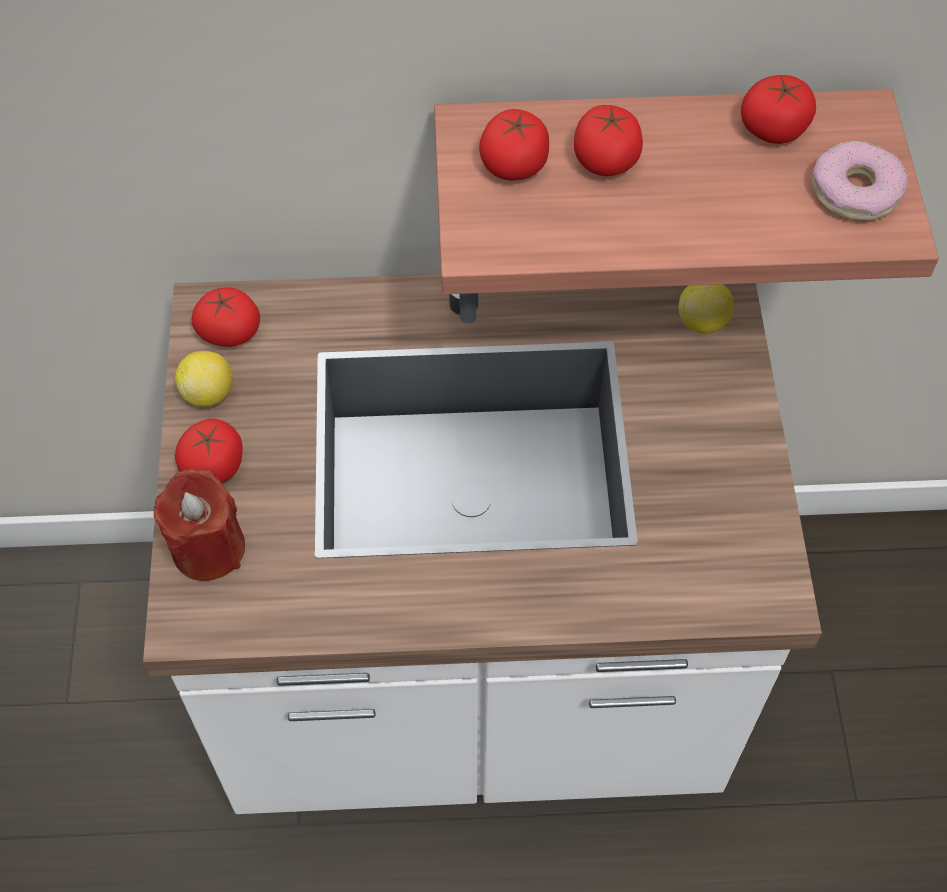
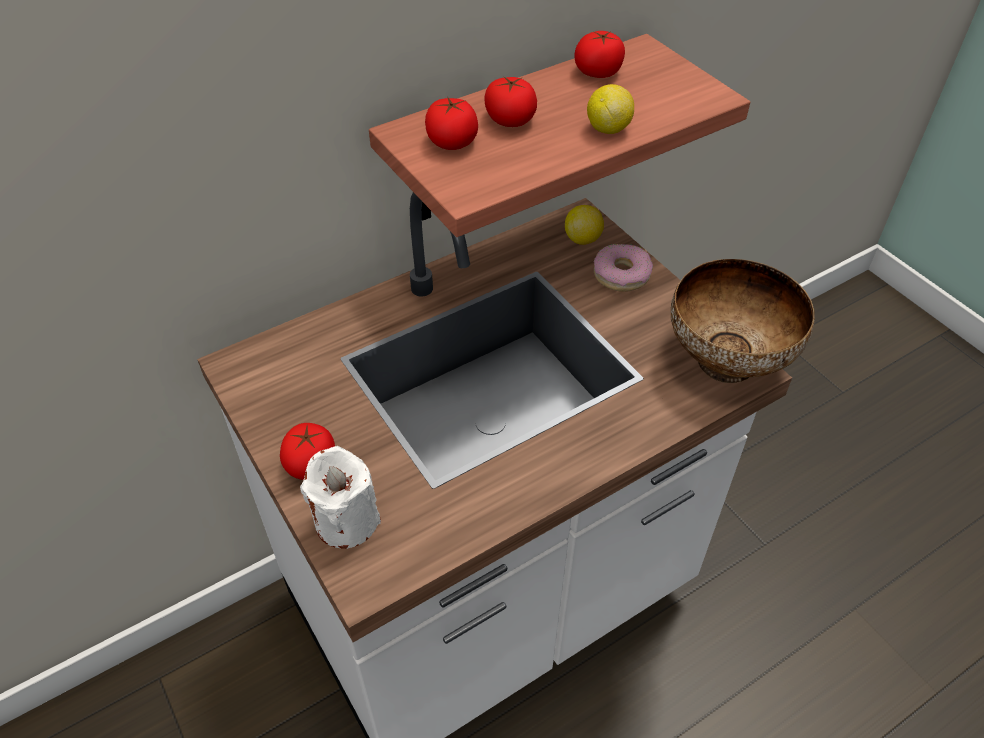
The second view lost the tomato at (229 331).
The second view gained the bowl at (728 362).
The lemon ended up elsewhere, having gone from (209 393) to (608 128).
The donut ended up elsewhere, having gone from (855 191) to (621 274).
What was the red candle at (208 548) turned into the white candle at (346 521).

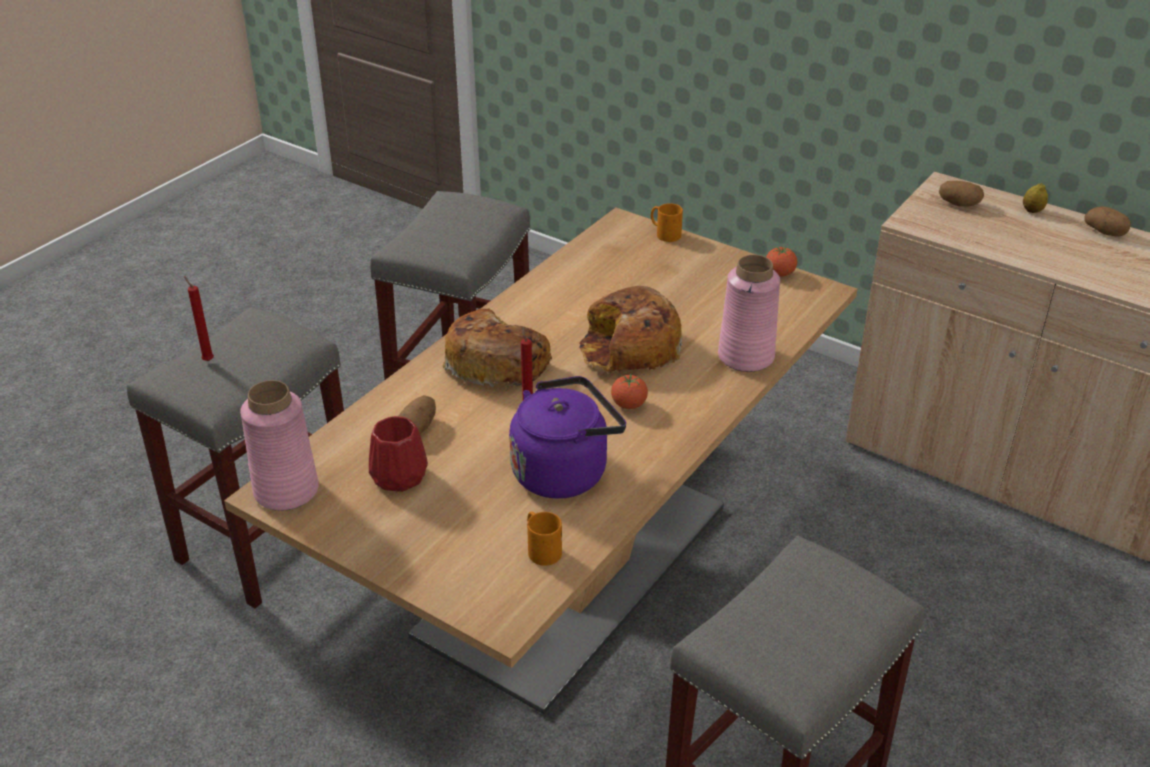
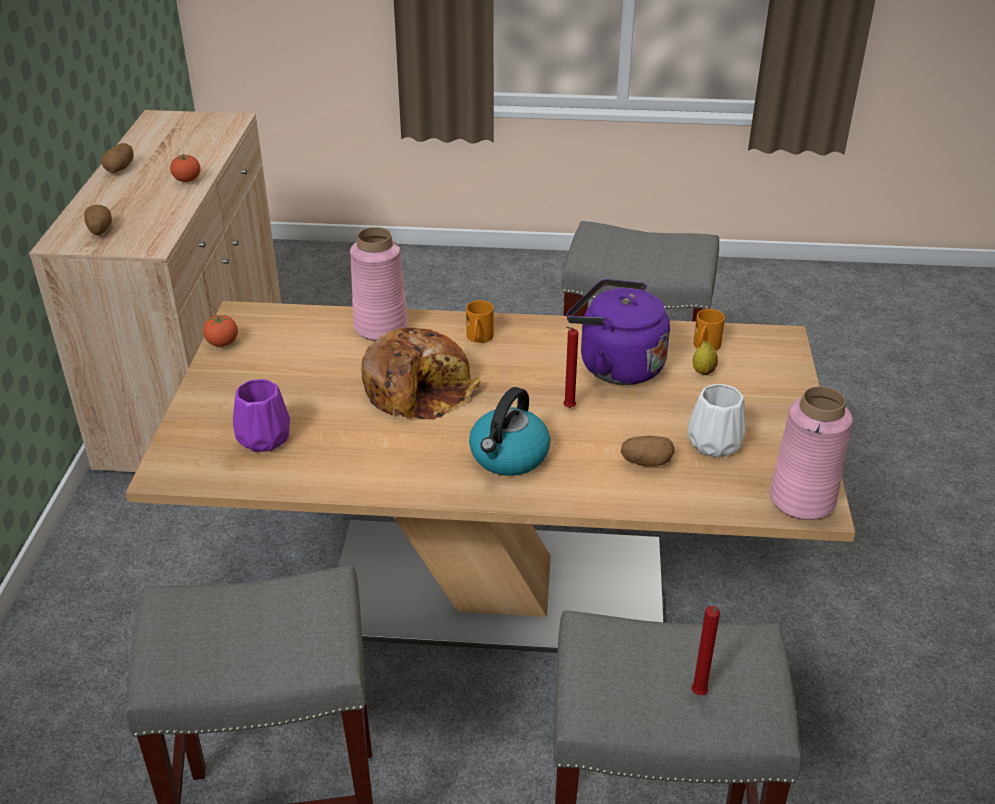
The second view gained the purple vase at (264 437).
The tomato ended up elsewhere, having gone from (629 405) to (187 180).
The orange mug ended up elsewhere, having gone from (664 234) to (479 339).
The lemon ended up elsewhere, having gone from (1032 211) to (703 372).
Where the bread stood at (497 362), the kettle came to stand at (509 456).
What was the red vase at (399 478) turned into the white vase at (716 443).

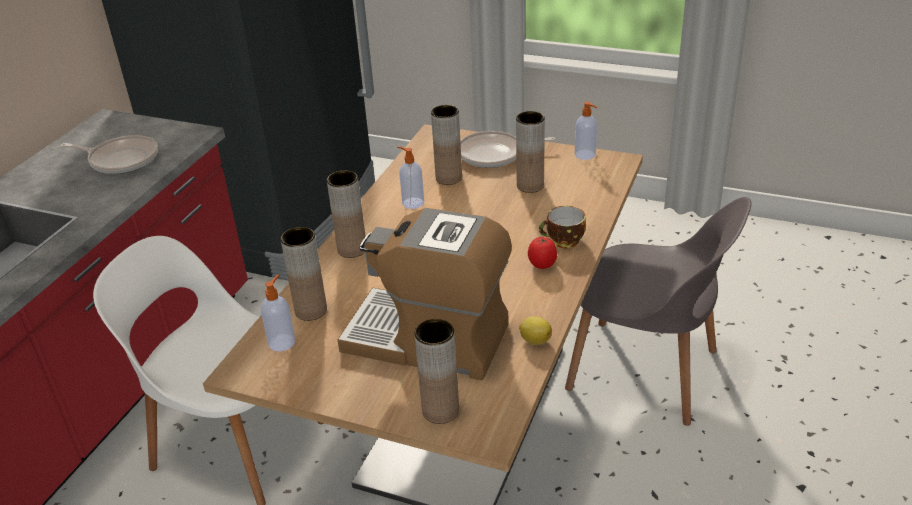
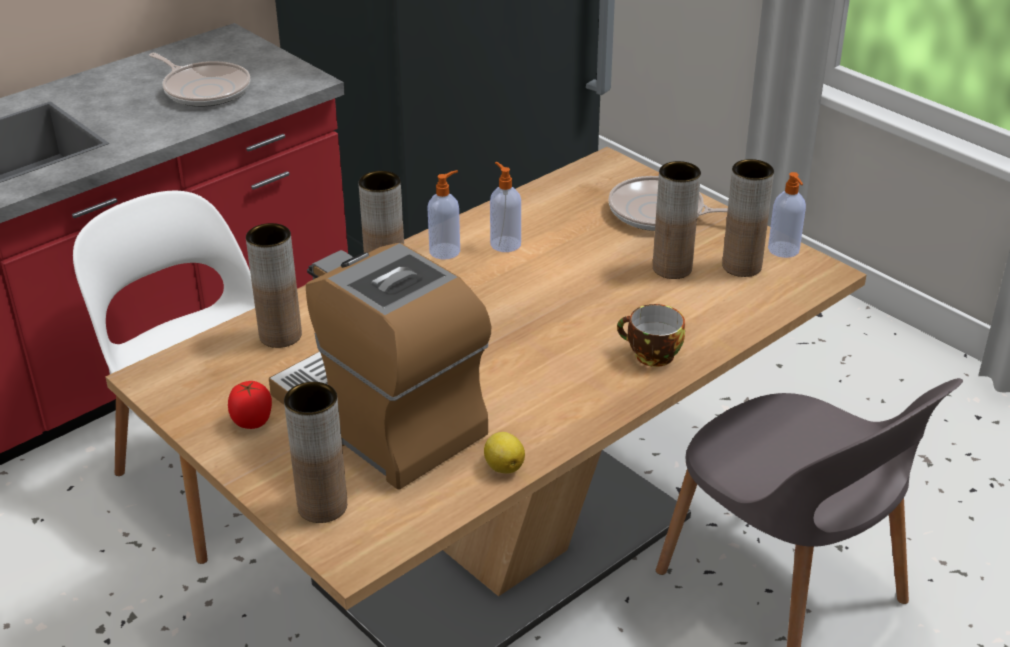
The soap dispenser ended up elsewhere, having gone from (282 342) to (445 251).
The brown vase ended up elsewhere, having gone from (448 178) to (741 266).
The tomato ended up elsewhere, having gone from (542 264) to (253 421).

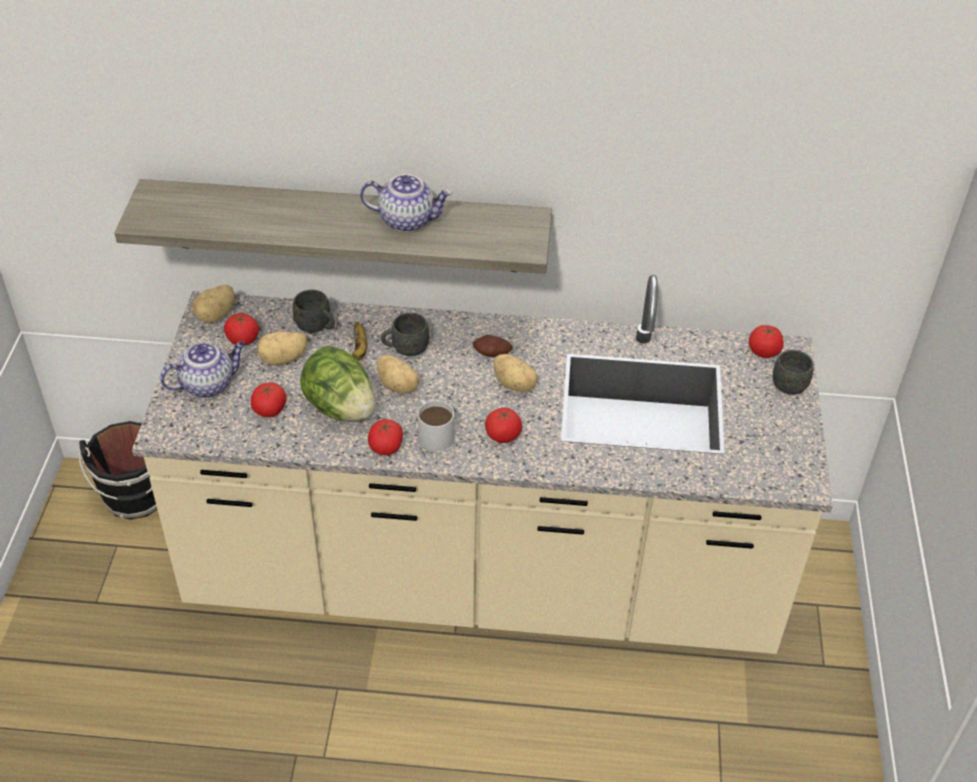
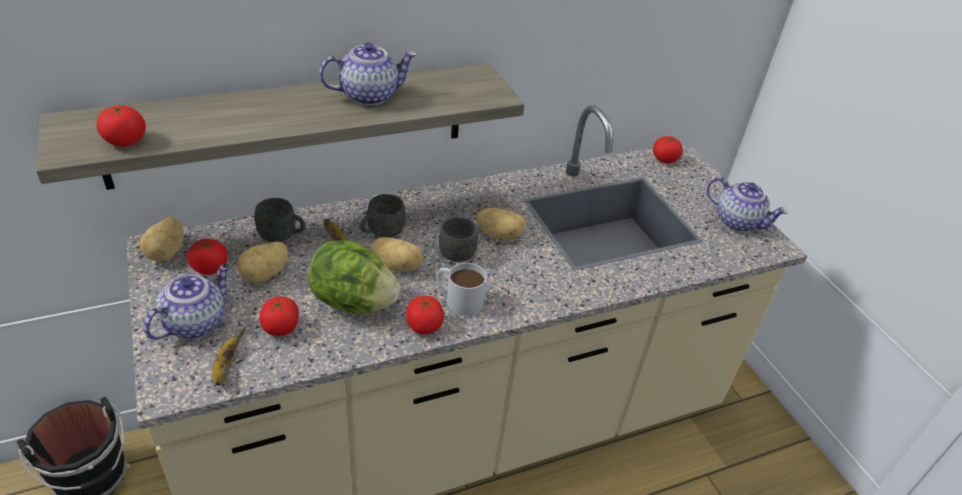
The second view lost the potato at (492 355).
The second view gained the banana at (226 367).
The second view gained the teapot at (738 221).
The tomato ended up elsewhere, having gone from (502 435) to (125 141).
The grey mug ended up elsewhere, having gone from (790 382) to (456 251).

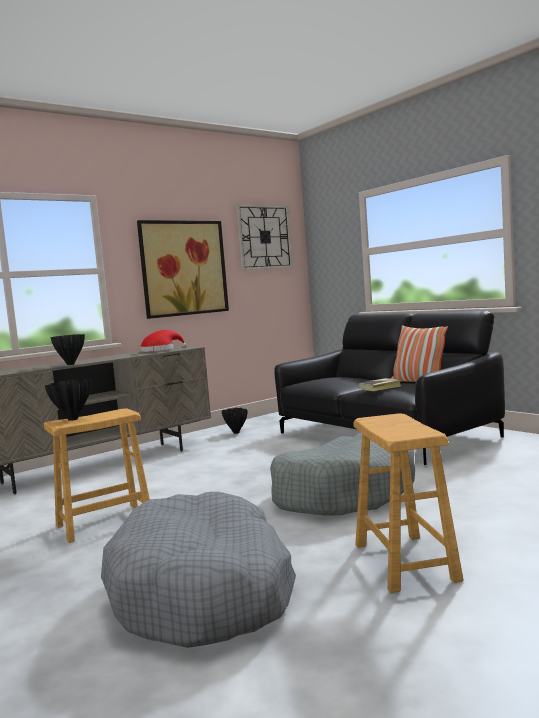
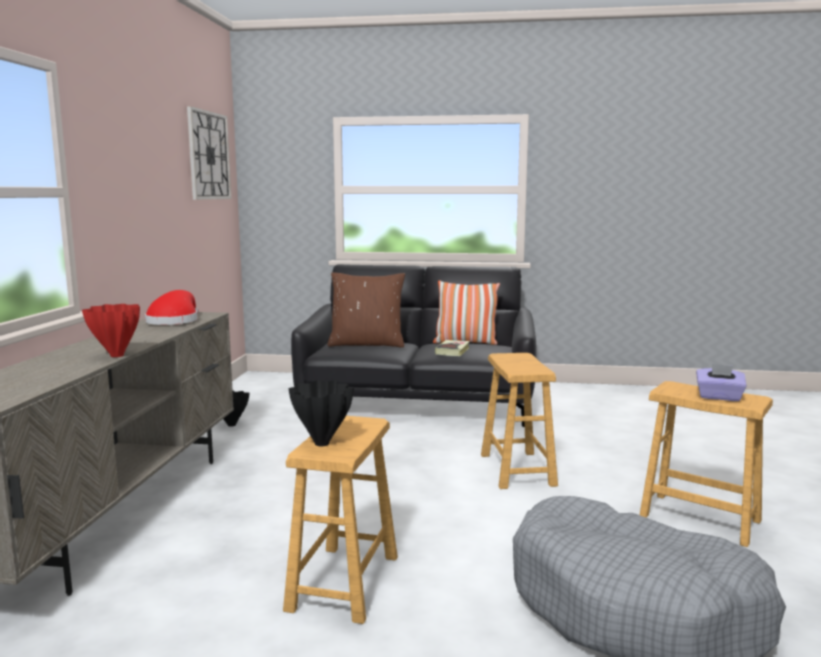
The second view lost the picture at (183 268).
The second view gained the brown pillow at (367 344).
The second view gained the purple tissue box at (719 397).
Where the grey dog bed stood at (344 492), the brown stool came to stand at (517 470).
What was the black vase at (71 364) turned into the red vase at (116 355).

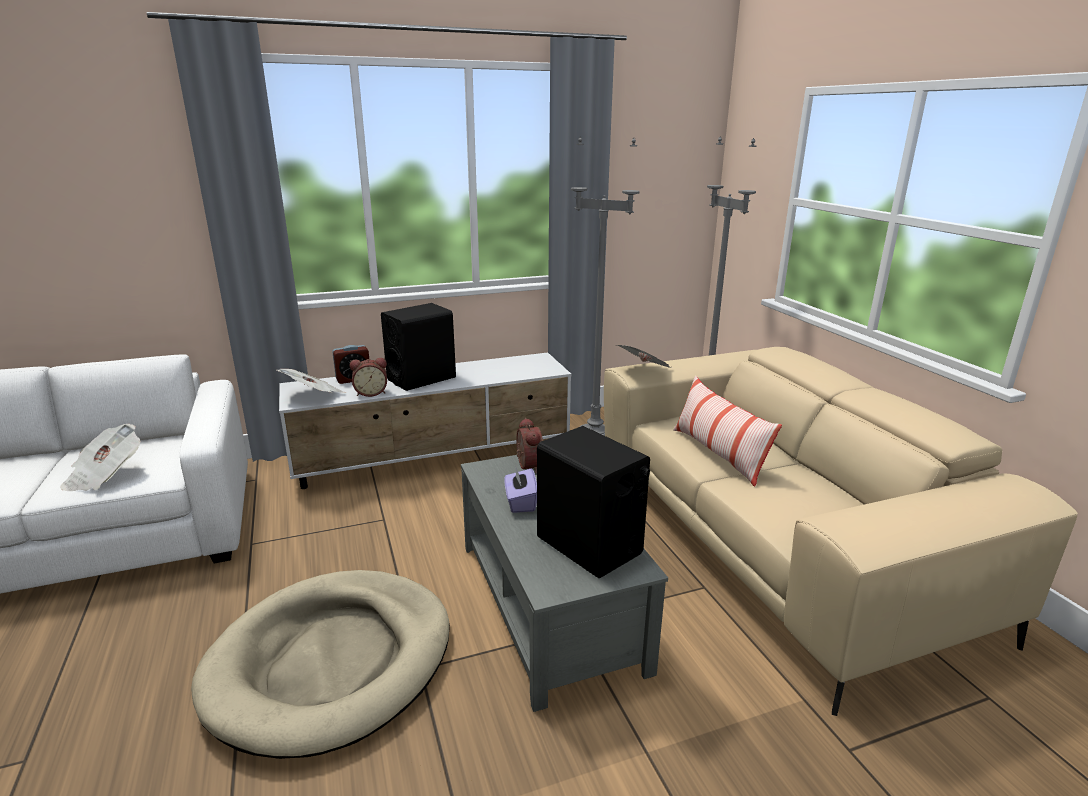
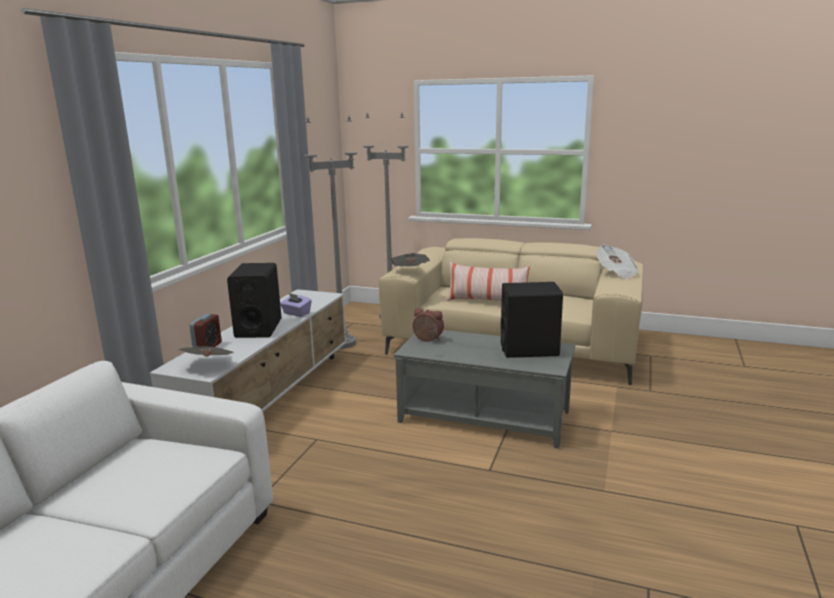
The second view lost the beige dog bed at (332 662).
The second view lost the alarm clock at (371 393).
The newspaper ended up elsewhere, having gone from (105 476) to (616 273).
The purple tissue box ended up elsewhere, having gone from (520 502) to (296 313).

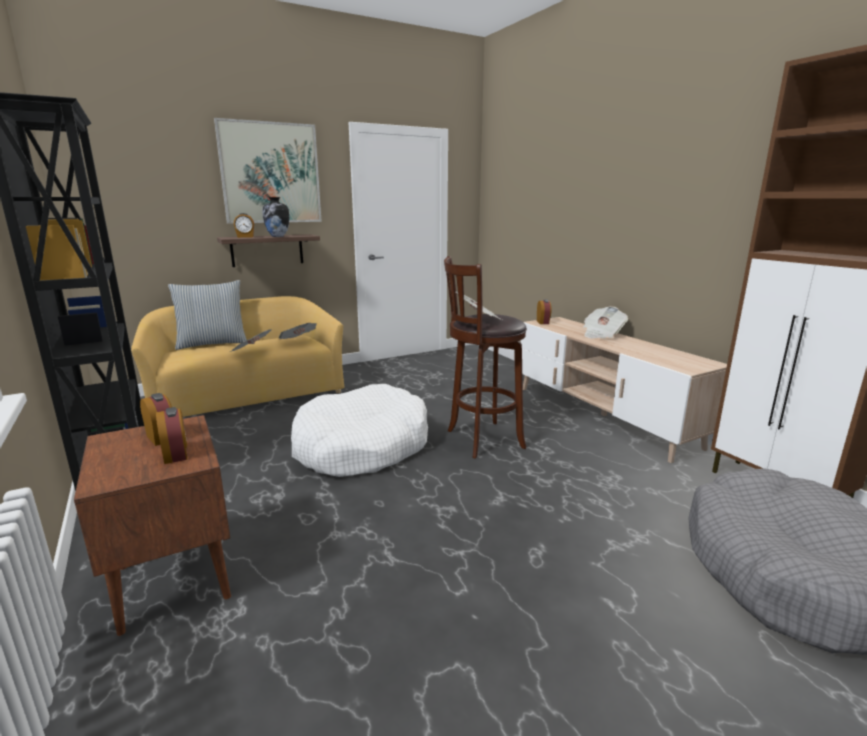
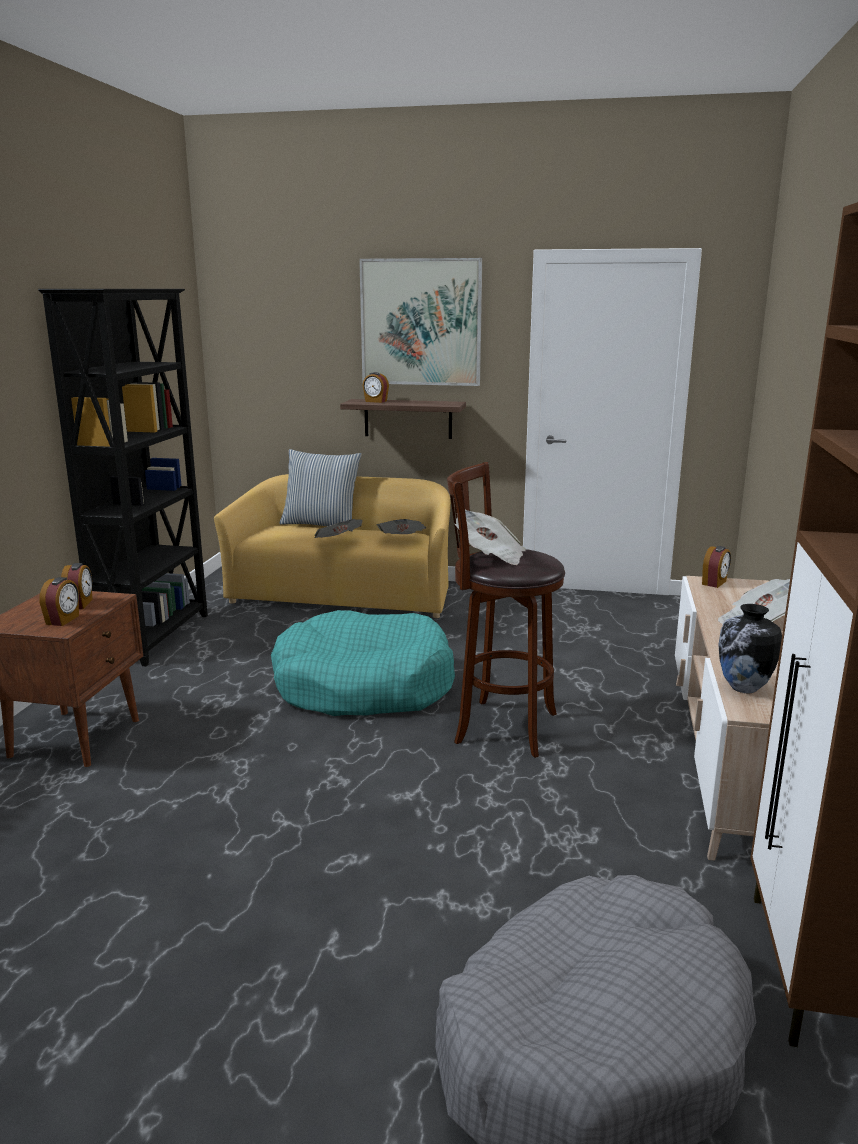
The vase ended up elsewhere, having gone from (278 236) to (743 688).
What was the white dog bed at (361 447) turned into the turquoise dog bed at (363 685).

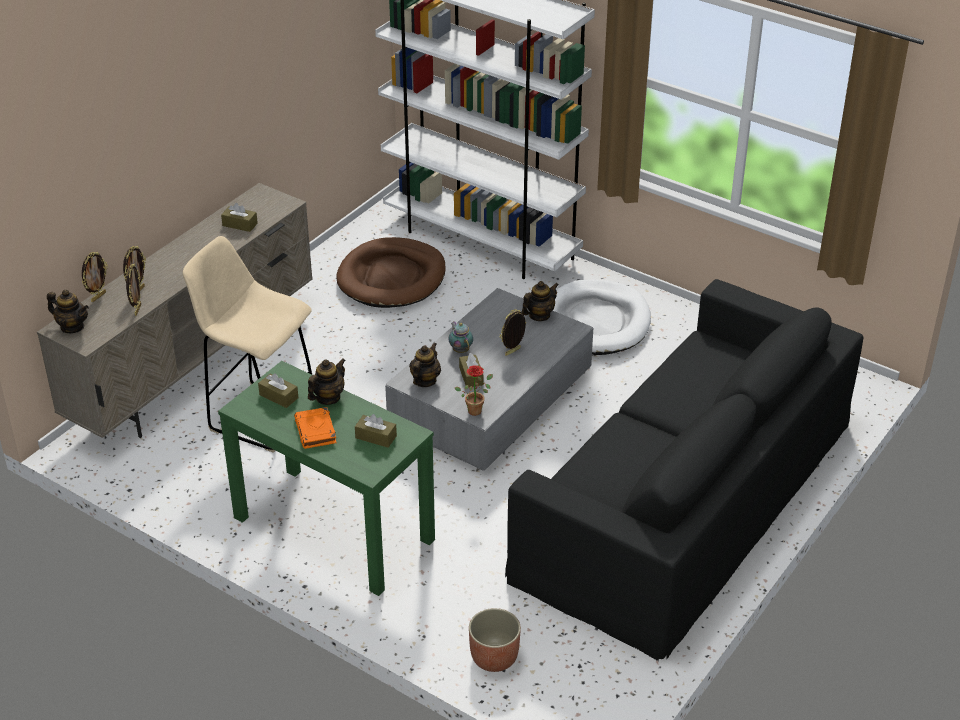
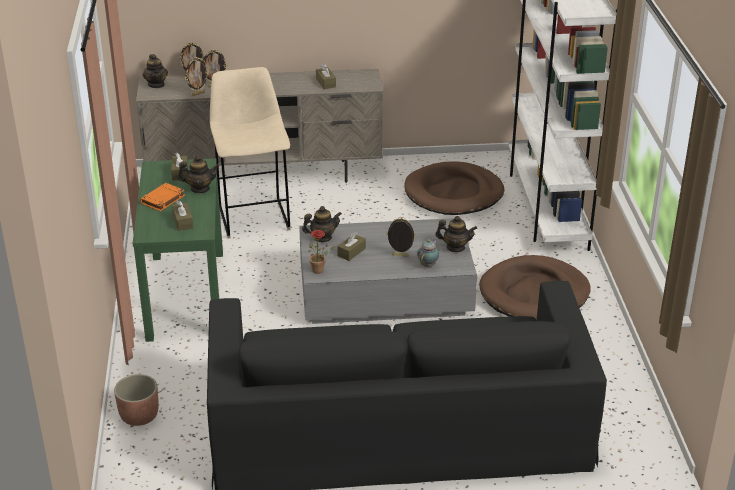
The teapot ended up elsewhere, having gone from (460 350) to (428 264).
What was the white dog bed at (596 322) turned into the brown dog bed at (534 293).

